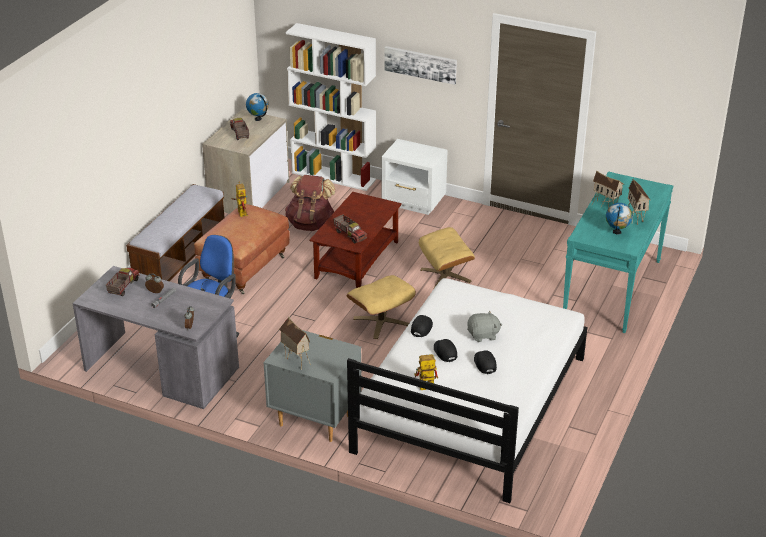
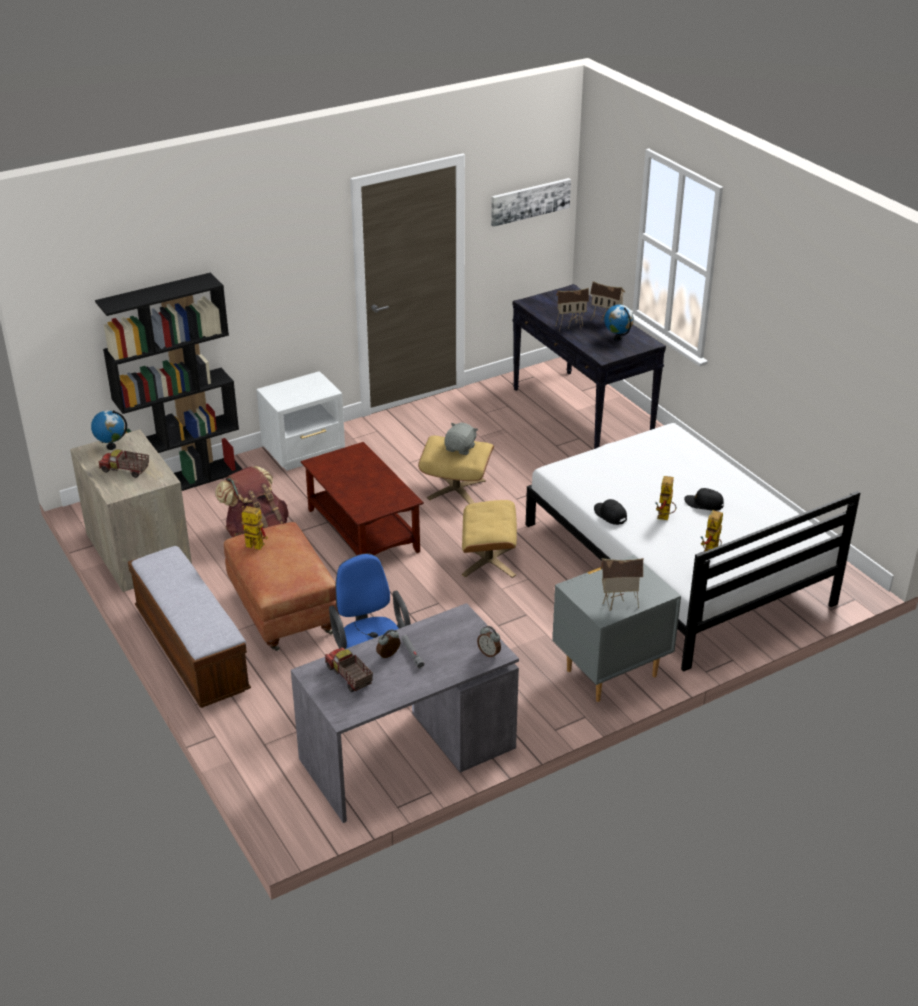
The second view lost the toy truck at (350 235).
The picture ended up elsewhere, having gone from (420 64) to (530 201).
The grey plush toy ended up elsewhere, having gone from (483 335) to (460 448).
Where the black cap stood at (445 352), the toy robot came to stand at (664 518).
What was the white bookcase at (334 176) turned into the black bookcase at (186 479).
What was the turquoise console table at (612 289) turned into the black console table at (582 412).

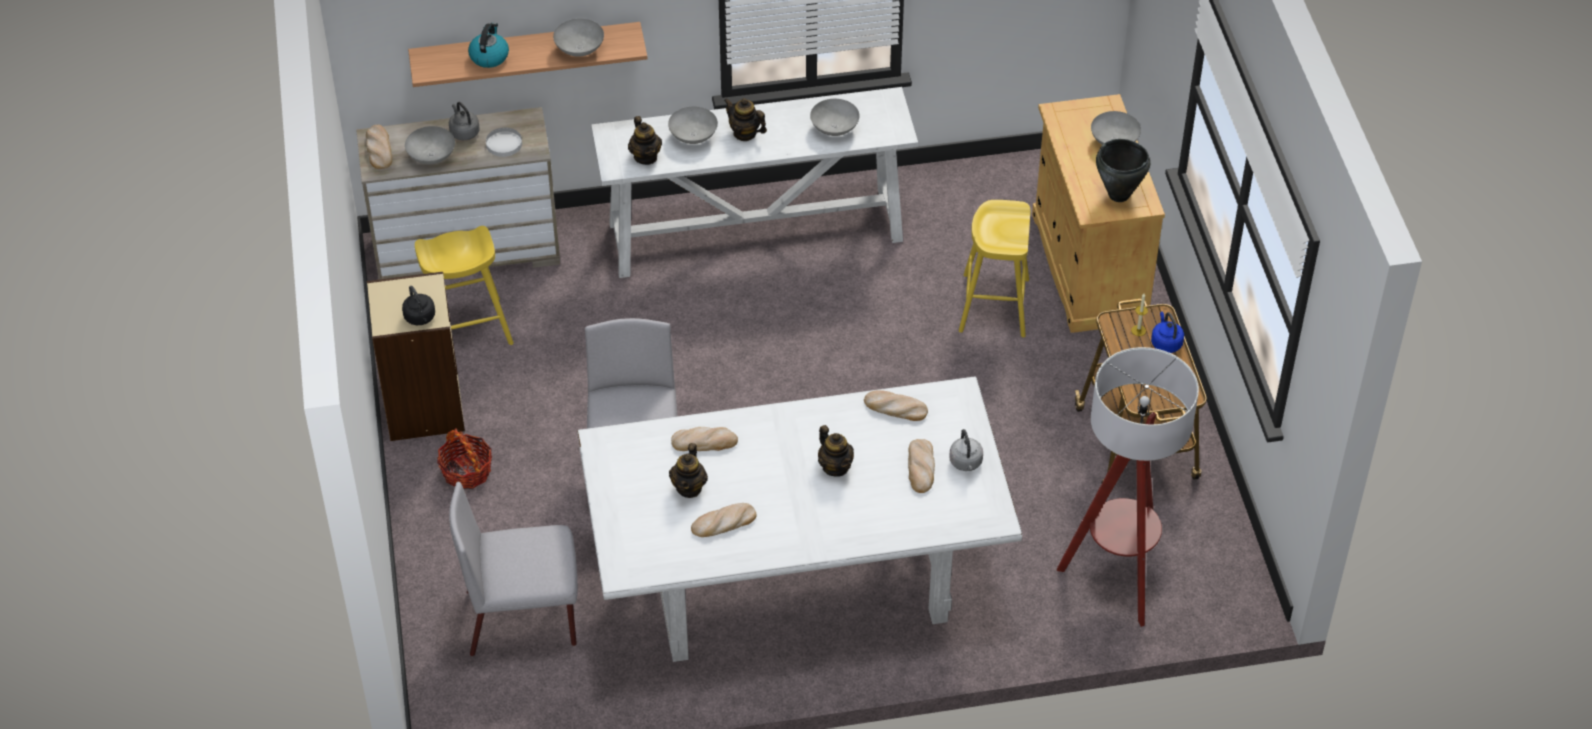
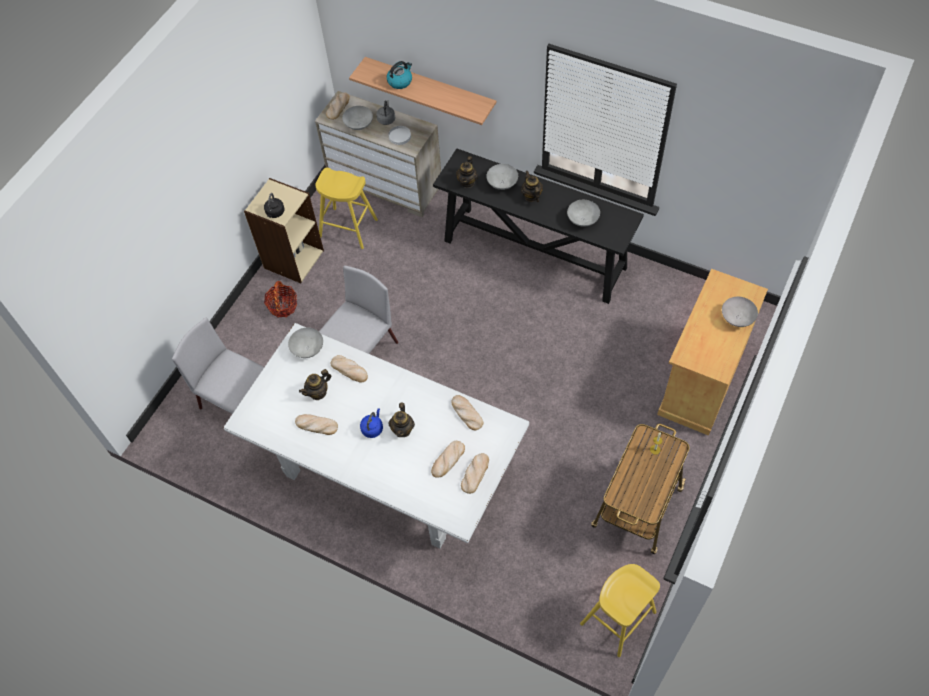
The second view lost the floor lamp at (1117 578).
The second view lost the black cooking pot at (1119 195).
The grey bowl ended up elsewhere, having gone from (578 50) to (307 349).
The yellow stool ended up elsewhere, having gone from (994 305) to (618 618).
The blue kettle ended up elsewhere, having gone from (1165 343) to (373 428).
Where the grey kettle stood at (966 463), the bread came to stand at (475 473).
What was the white console table at (757 232) turned into the black console table at (535 254).

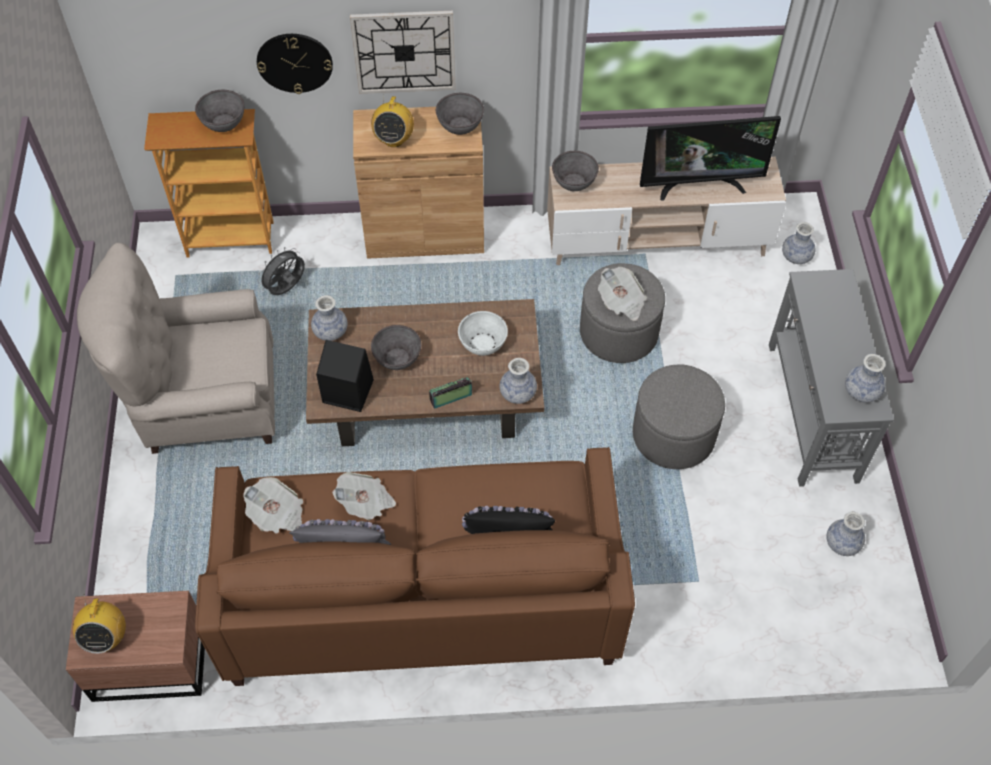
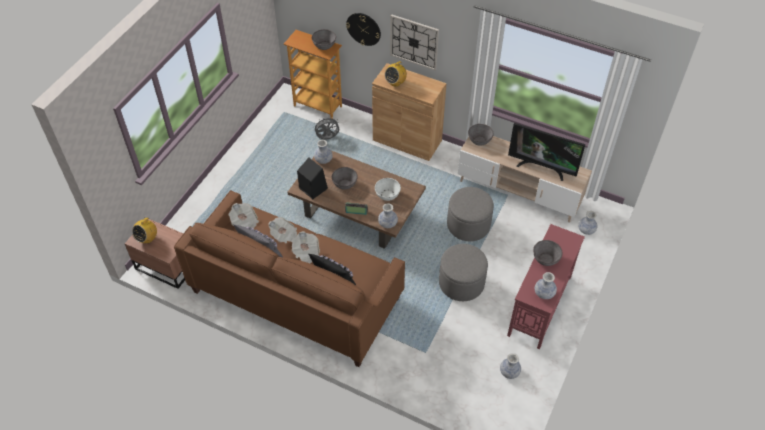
The second view lost the beige armchair at (205 404).
The grey bowl ended up elsewhere, having gone from (460 125) to (545 259).
The newspaper ended up elsewhere, having gone from (621 302) to (306 253).
What was the grey console table at (812 412) turned into the red console table at (539 305).

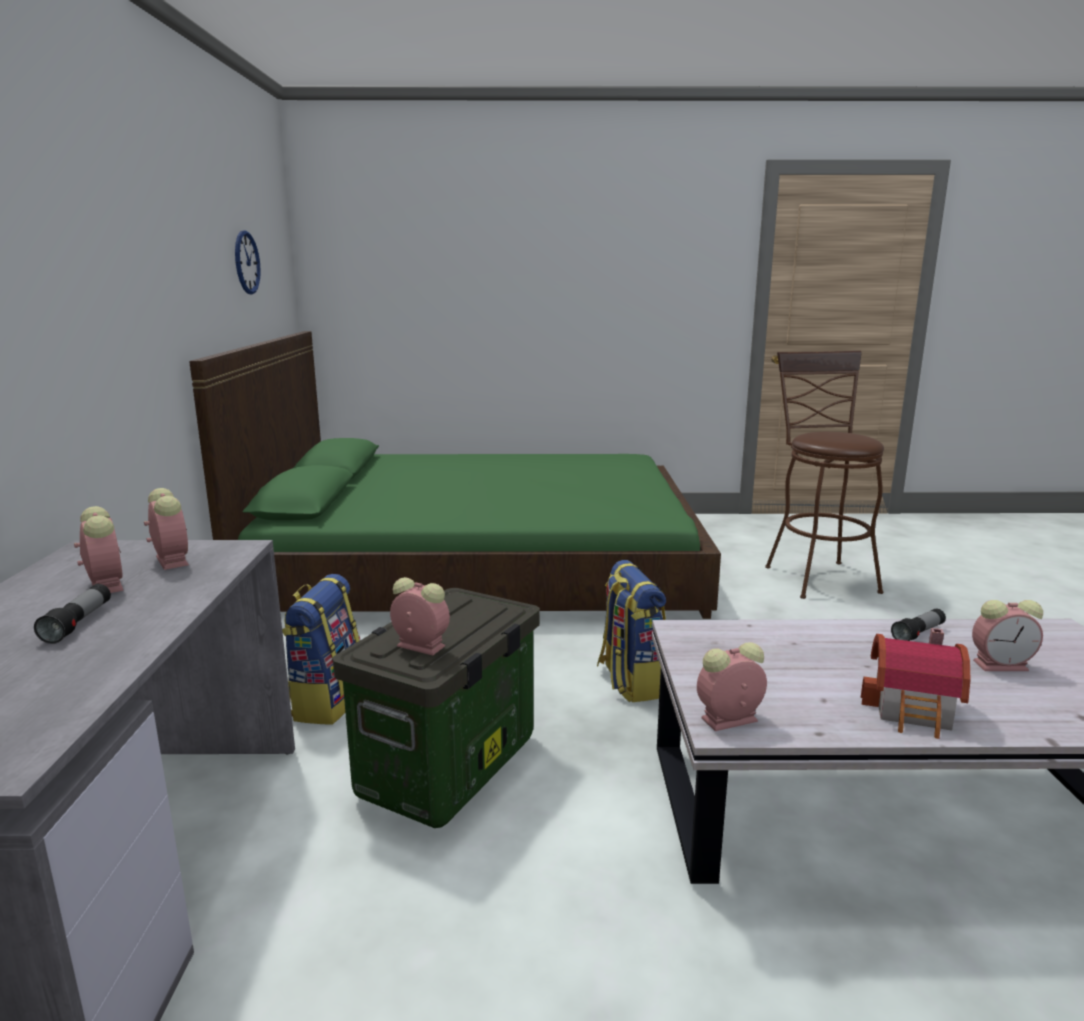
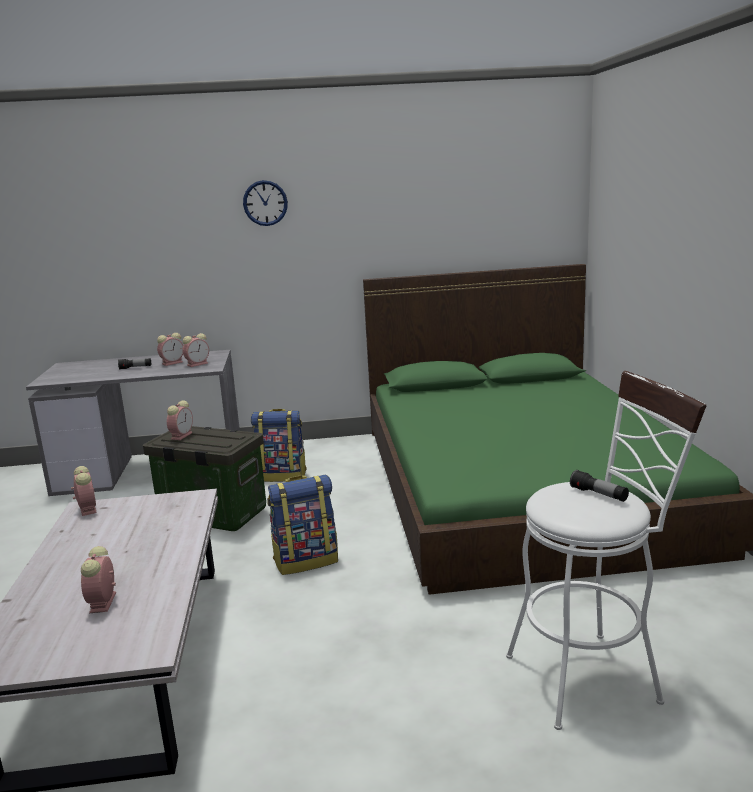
The second view lost the toy house at (915 711).
The wall clock ended up elsewhere, having gone from (246 262) to (265 203).
The flashlight ended up elsewhere, having gone from (918 634) to (598 495).
What was the brown stool at (816 576) turned into the white stool at (592 675).

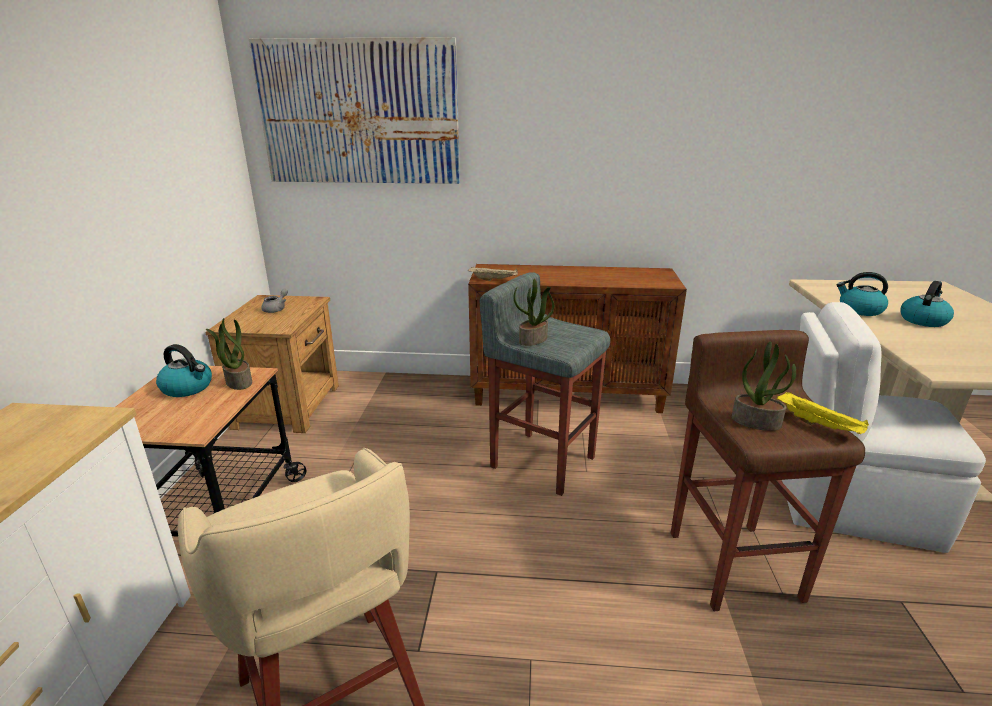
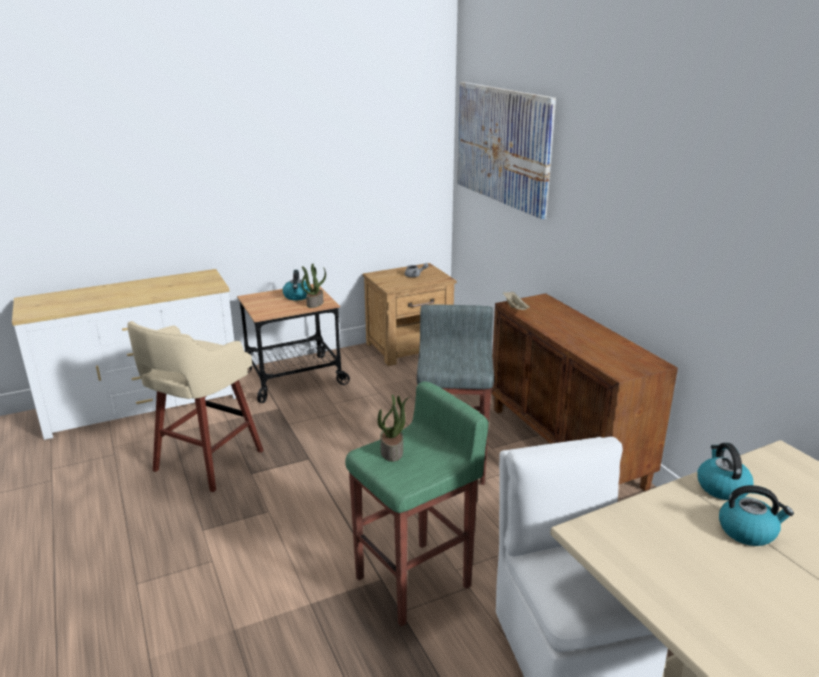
The second view lost the potted plant at (533 340).
The second view lost the yellow tray at (819 425).
What was the brown stool at (734 563) turned into the green stool at (415 582).

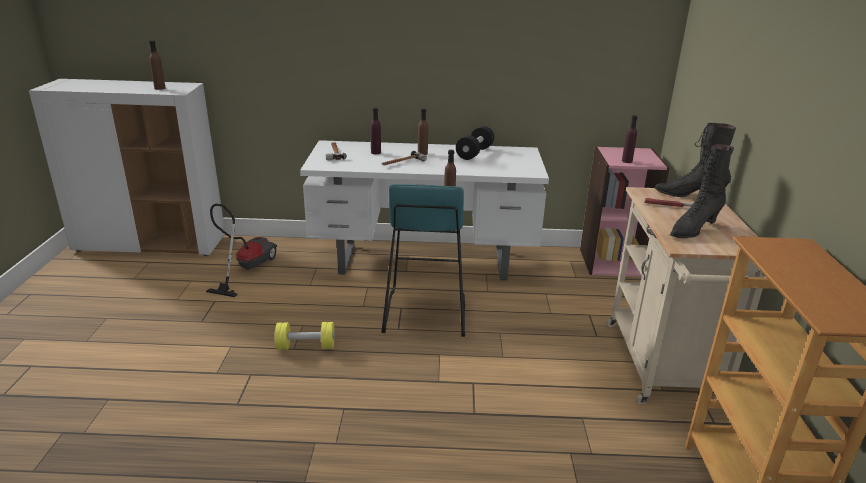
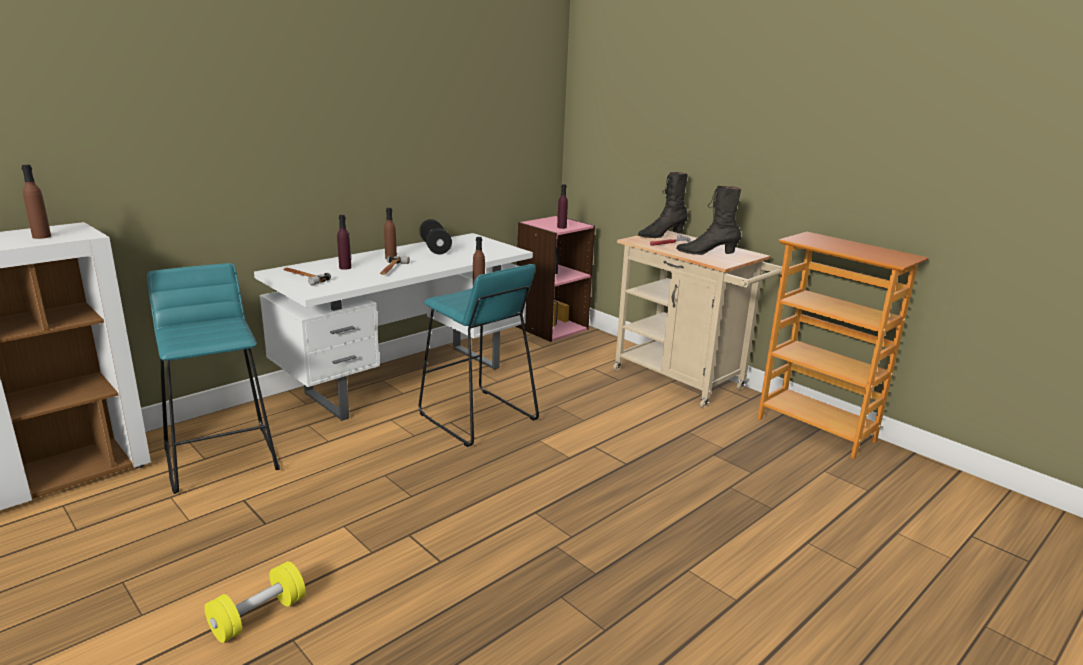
The yellow dumbbell ended up elsewhere, having gone from (306 346) to (258 616).
Where the vacuum cleaner stood at (246 268), the turquoise stool came to stand at (222 457).
The black boot at (693 229) ended up facing another way, 90 degrees clockwise from before.

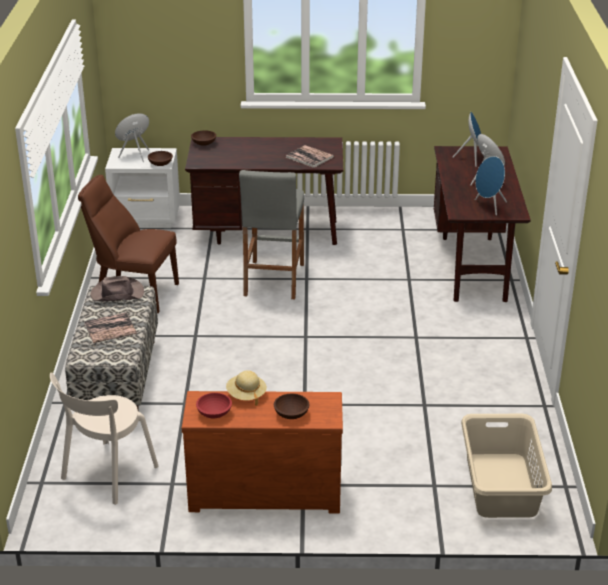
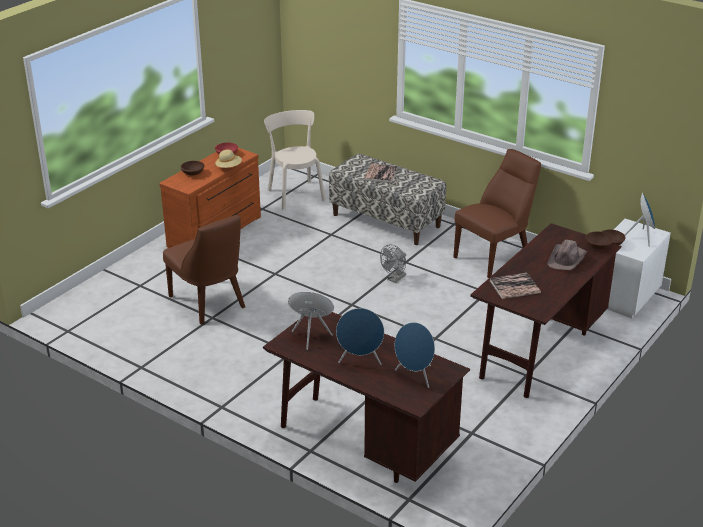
The second view lost the grey stool at (273 280).
The second view lost the beige laundry basket at (500 485).
The second view gained the brown chair at (209 303).
The second view gained the grey fan at (394 279).
The brown hat ended up elsewhere, having gone from (116 293) to (567 259).

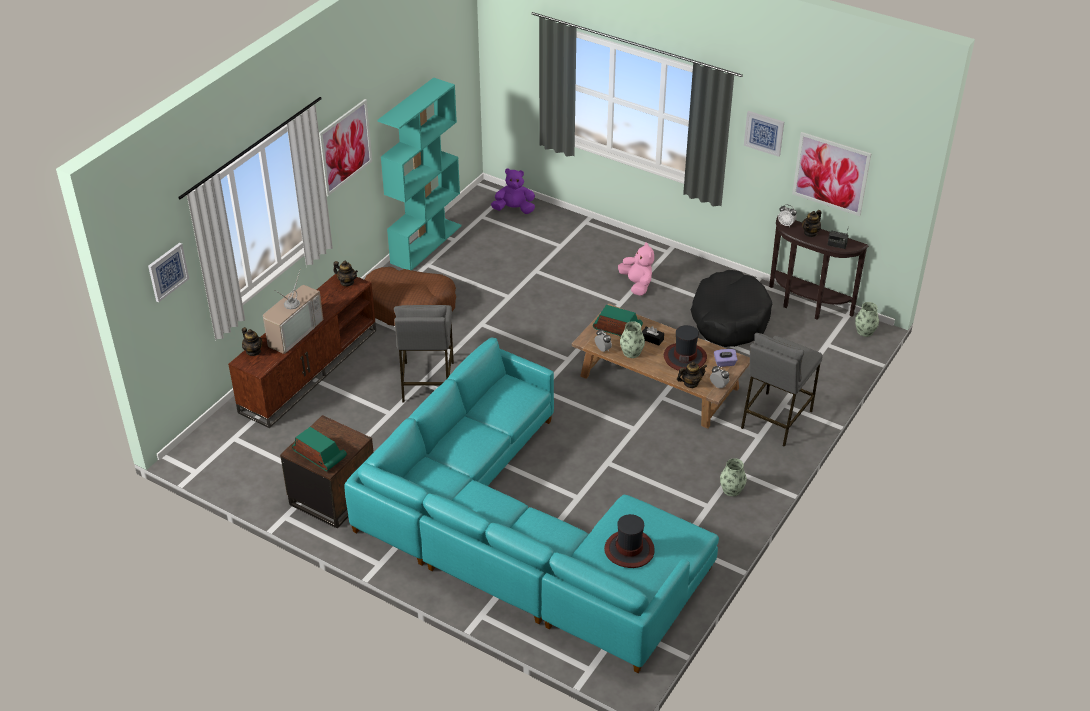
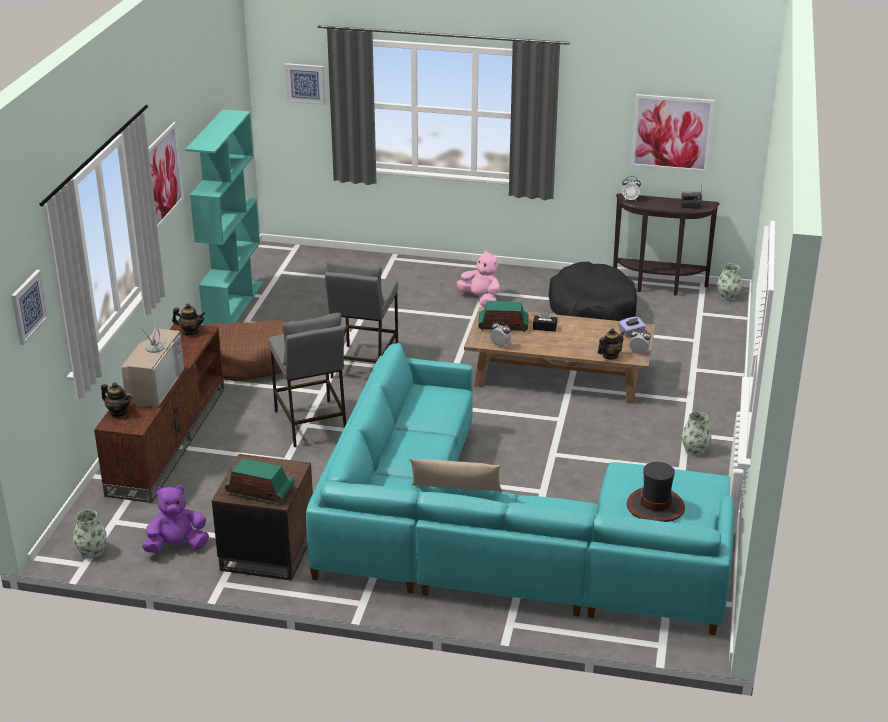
The second view lost the hat at (685 357).
The second view lost the teapot at (810 233).
The second view gained the beige pillow at (455 493).
The purple plush toy ended up elsewhere, having gone from (514 209) to (177 546).
The vase ended up elsewhere, having gone from (631 352) to (92 551).
The grey stool ended up elsewhere, having gone from (775 419) to (363 364).
The picture ended up elsewhere, having gone from (764 133) to (305 83).

